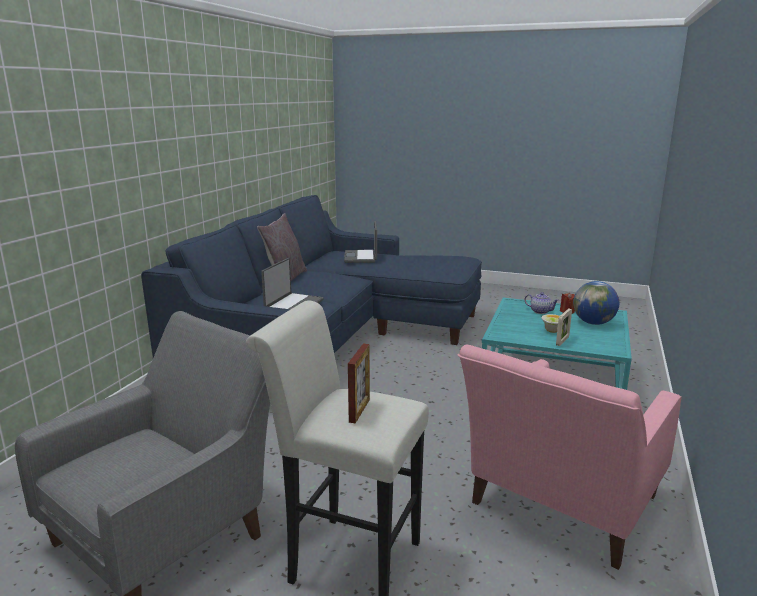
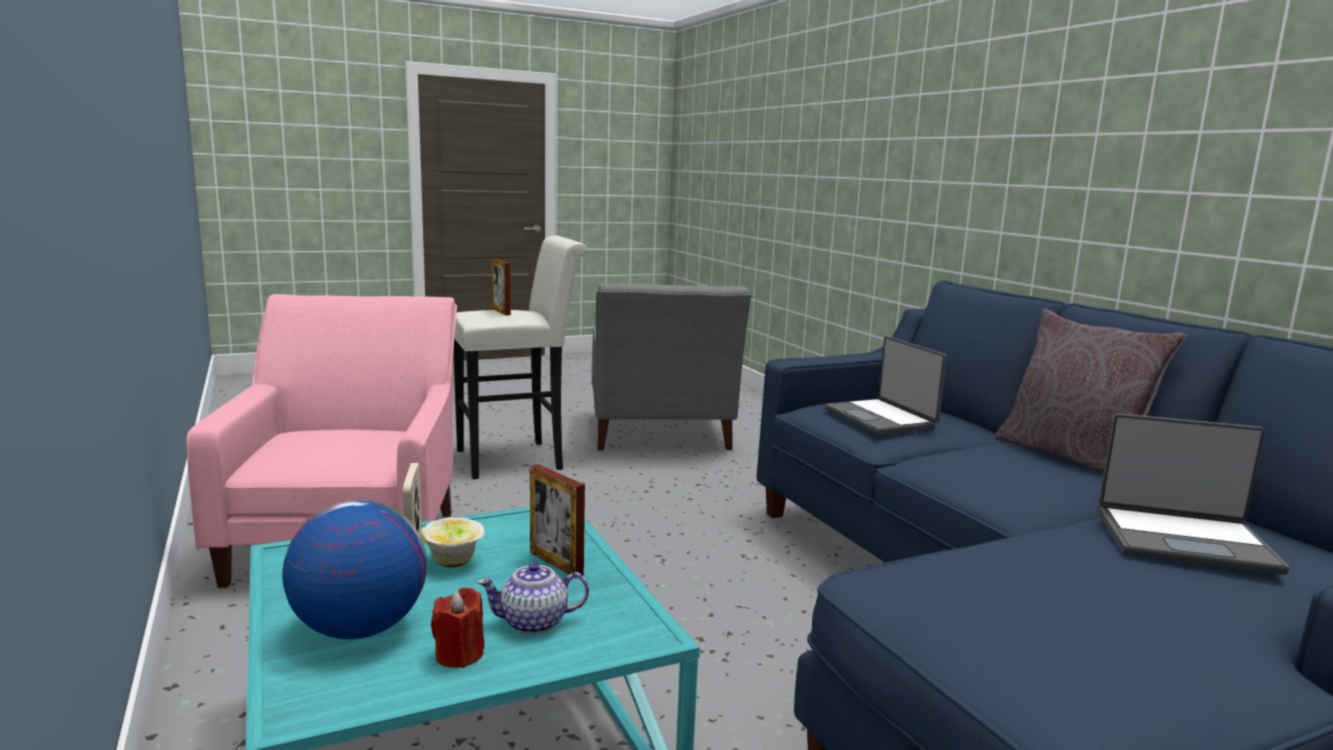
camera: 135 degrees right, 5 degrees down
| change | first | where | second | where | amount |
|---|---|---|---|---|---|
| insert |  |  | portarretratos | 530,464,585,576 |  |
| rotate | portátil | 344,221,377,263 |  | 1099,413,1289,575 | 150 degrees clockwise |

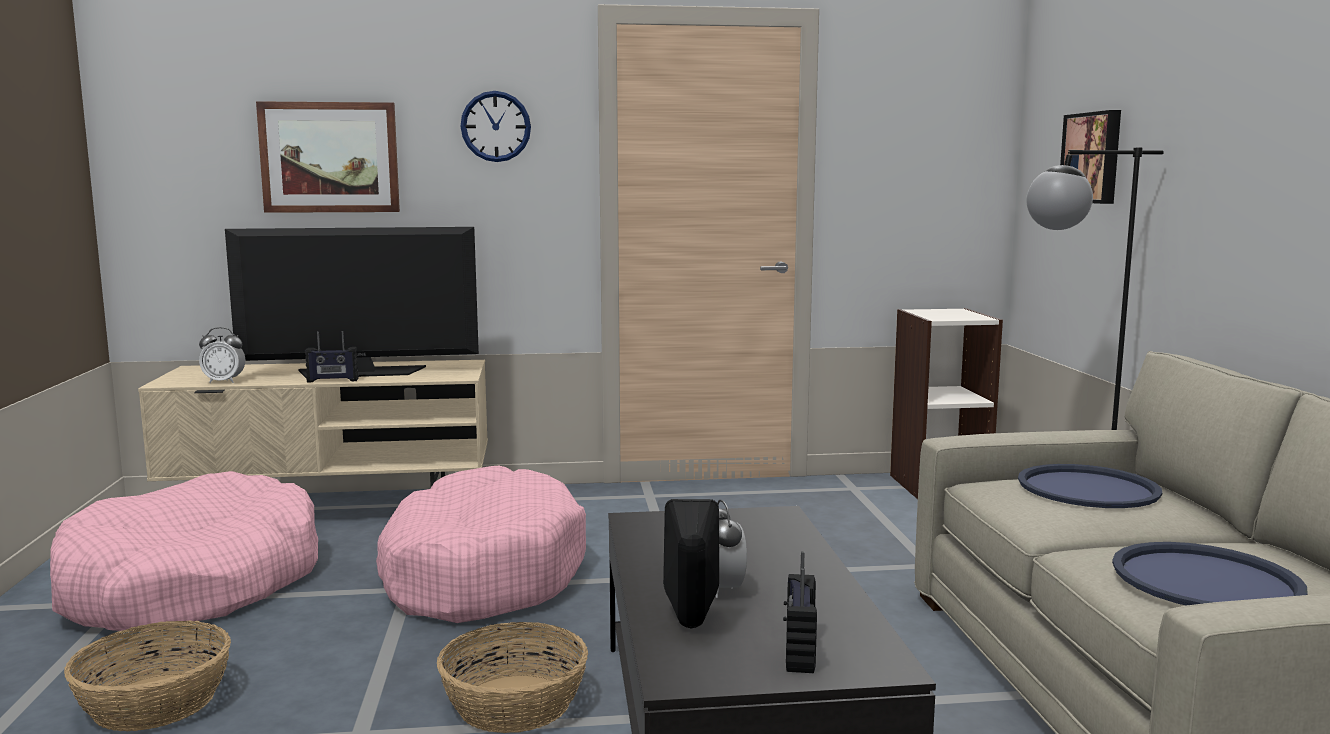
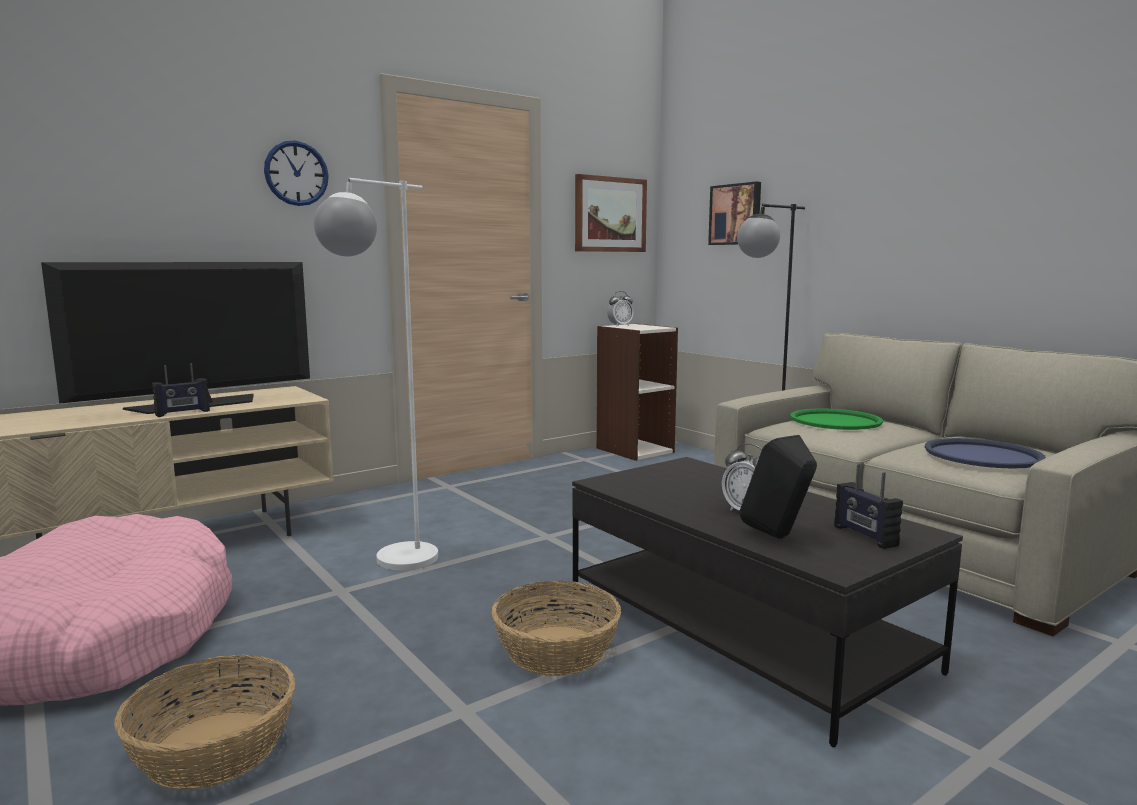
camera: 30 degrees left, 0 degrees up
| change | first | where | second | where | amount |
|---|---|---|---|---|---|
| move | despertador | 199,327,245,383 |  | 607,291,634,327 |  |
| move | cuadro | 256,101,400,213 |  | 575,174,647,252 |  |
| replace | cama para perro [rosa] | 376,466,586,623 | lámpara de pie [blanco] | 314,178,438,571 |  |
| recolor | bandeja [azul] | 1018,464,1162,508 | bandeja [verde] | 790,409,883,430 |  |

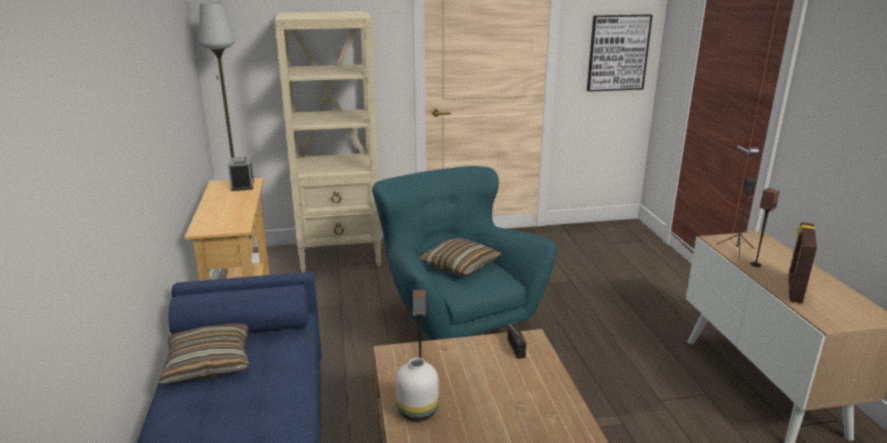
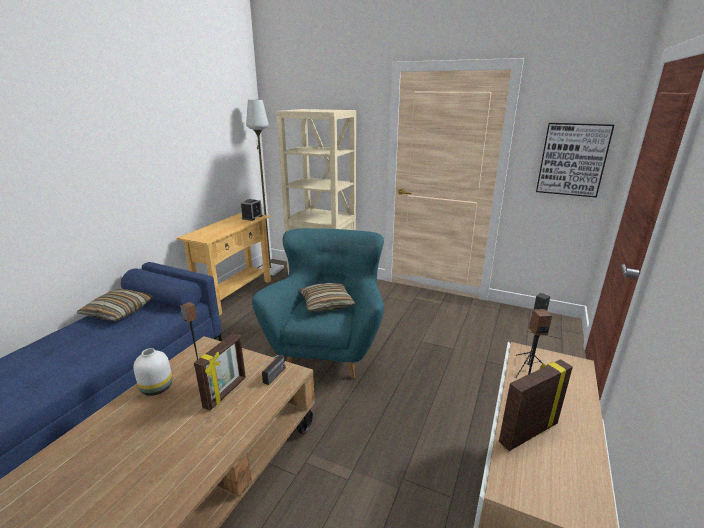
camera: 35 degrees right, 0 degrees up
| change | first | where | second | where | amount |
|---|---|---|---|---|---|
| insert |  |  | portarretratos | 194,333,246,411 |  |

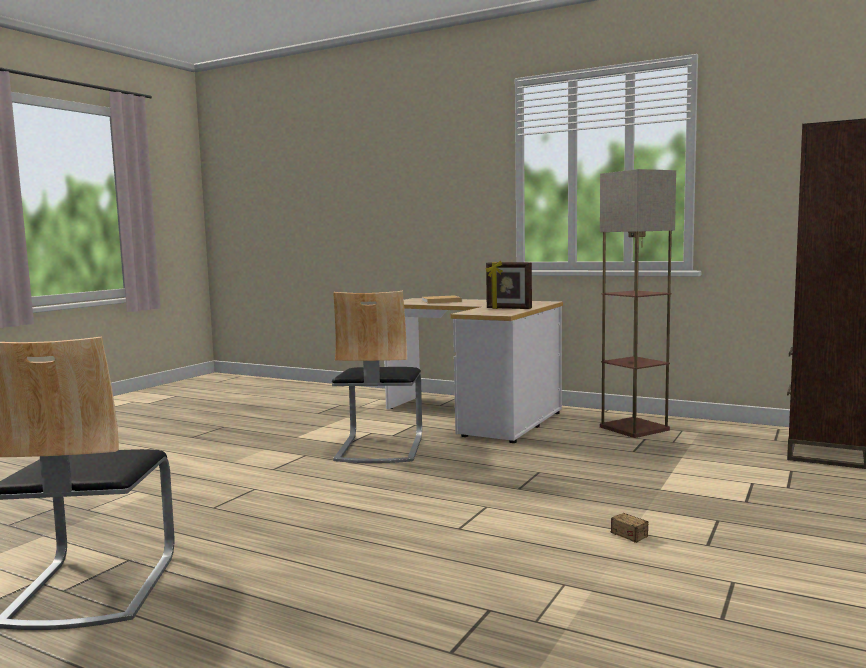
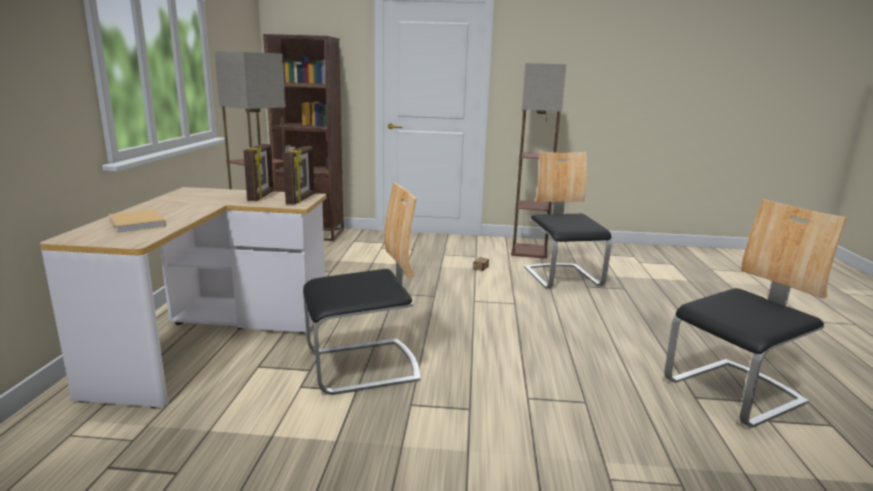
camera: 115 degrees left, 10 degrees up
| change | first | where | second | where | amount |
|---|---|---|---|---|---|
| insert |  |  | portarretratos | 283,146,315,204 |  |
| insert |  |  | lámpara de pie | 511,63,566,259 |  |
| insert |  |  | silla | 524,152,612,288 |  |

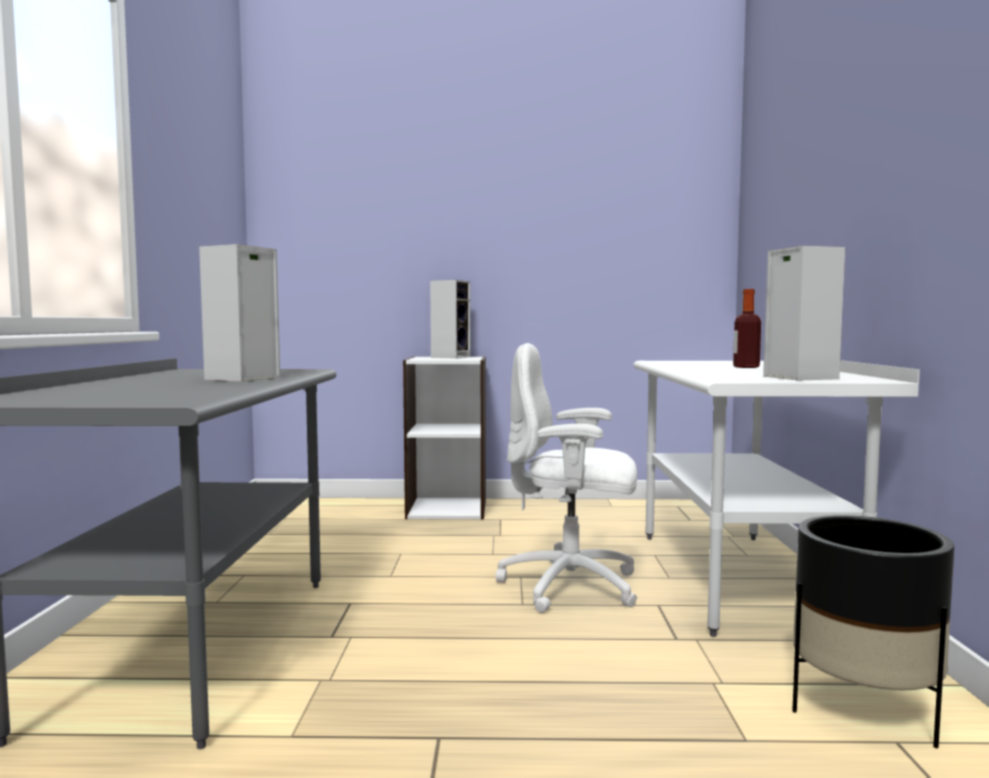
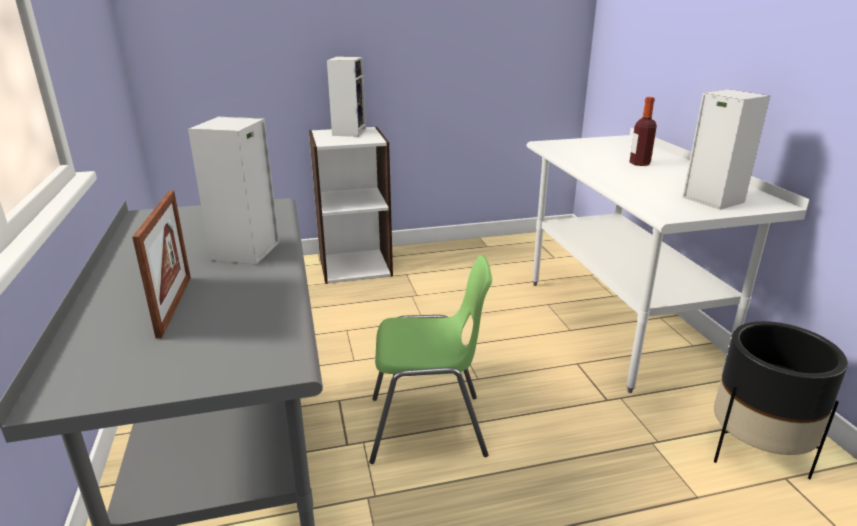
camera: 15 degrees left, 20 degrees up
| change | first | where | second | where | amount |
|---|---|---|---|---|---|
| delete | silla de oficina [blanco] | 495,343,637,613 |  |  |  |
| insert |  |  | portarretratos | 132,191,191,339 |  |
| insert |  |  | silla [verde] | 369,255,492,464 |  |

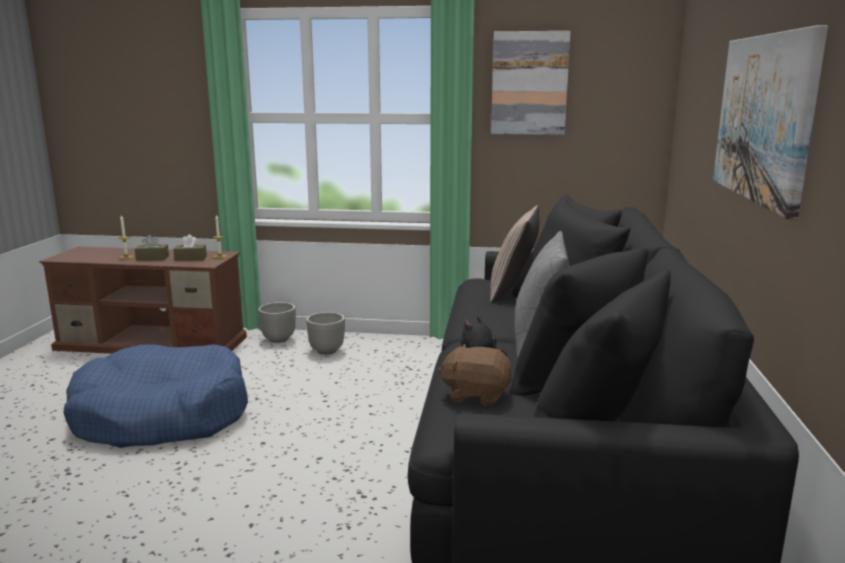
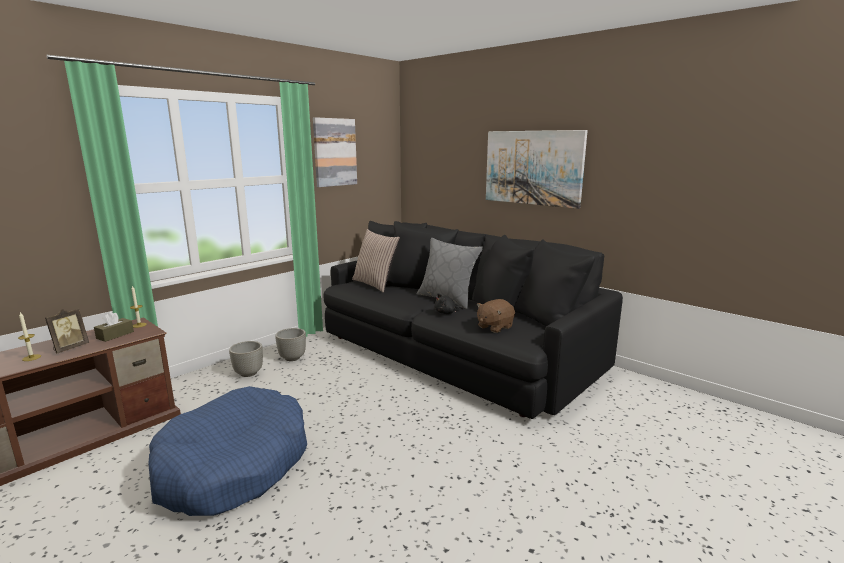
camera: 55 degrees left, 0 degrees up
| change | first | where | second | where | amount |
|---|---|---|---|---|---|
| move | maceta [gris] | 258,302,296,343 |  | 275,328,306,361 |  |
| replace | caja de pañuelos [marrón] | 135,235,169,261 | portarretratos | 45,309,89,353 |  |

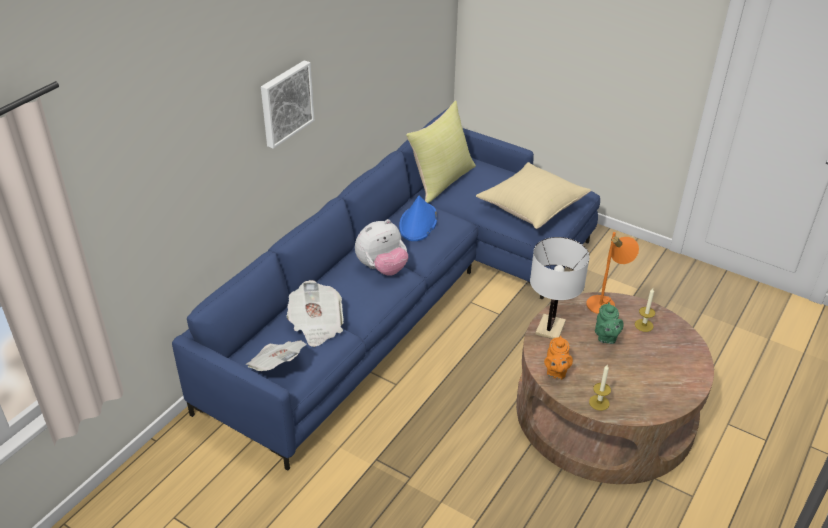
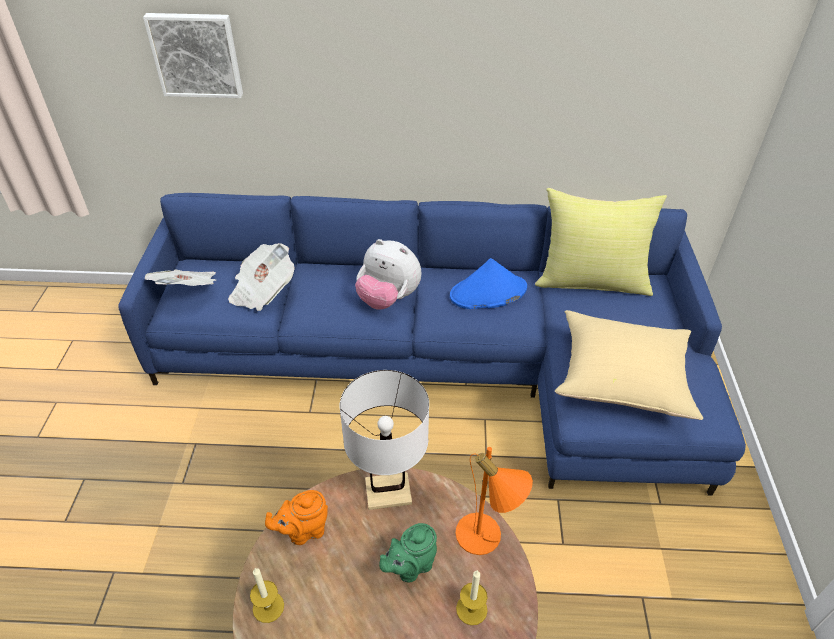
camera: 60 degrees right, 5 degrees up
| change | first | where | second | where | amount |
|---|---|---|---|---|---|
| move | cuadro | 261,60,314,149 |  | 143,13,243,98 |  |

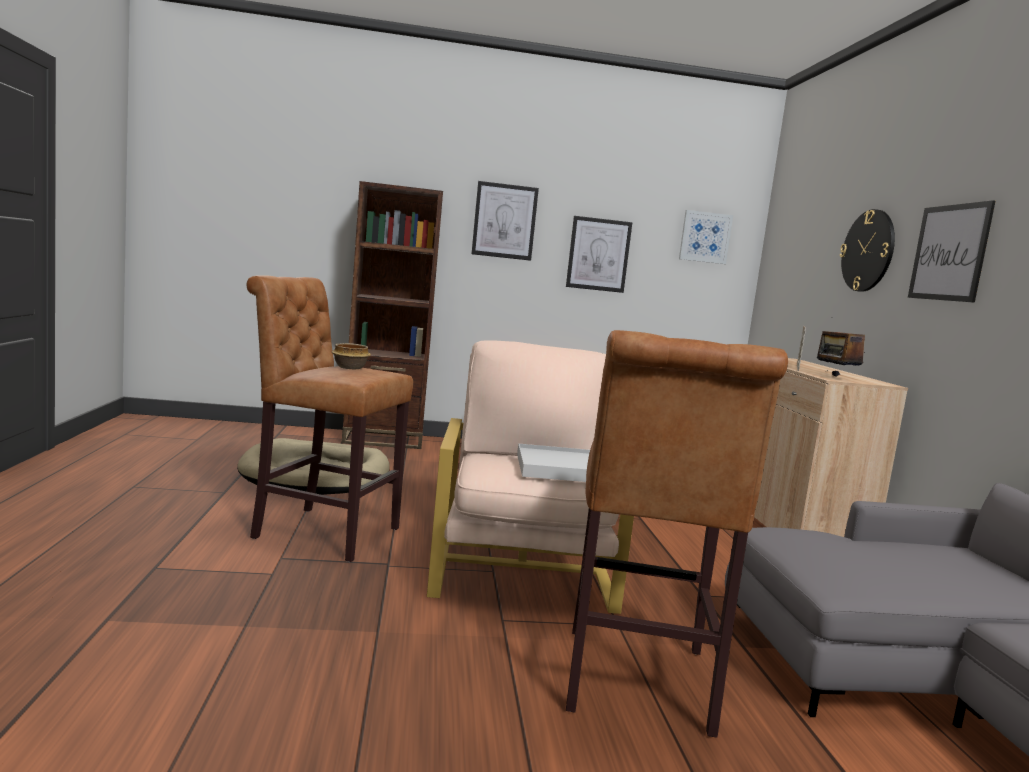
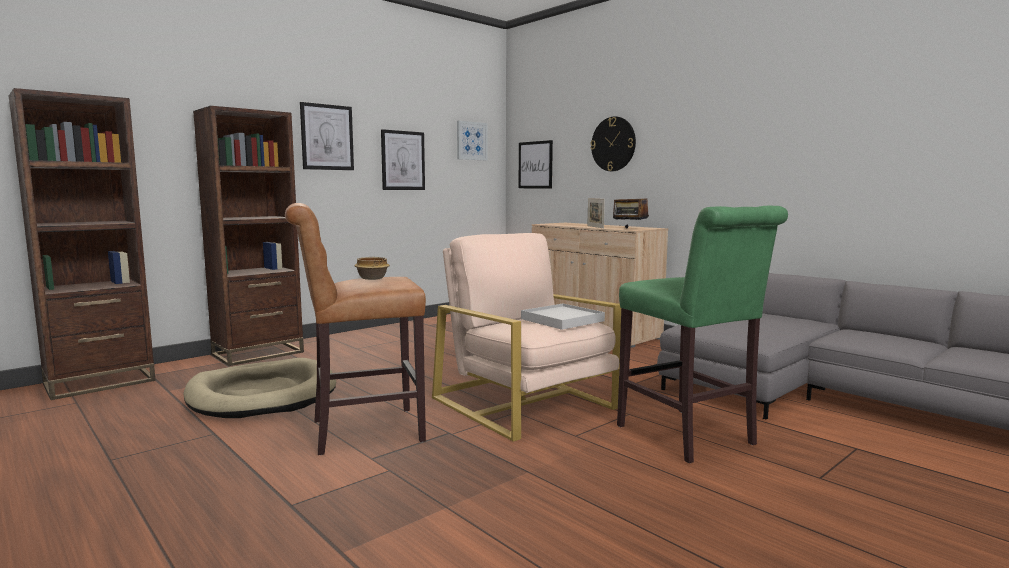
camera: 35 degrees left, 0 degrees up
| change | first | where | second | where | amount |
|---|---|---|---|---|---|
| insert |  |  | estantería [marrón] | 9,88,156,400 |  |
| move | cuadro | 908,200,996,303 |  | 519,140,553,189 |  |
| recolor | taburete [marrón] | 566,330,788,738 | taburete [verde] | 617,206,788,463 |  |

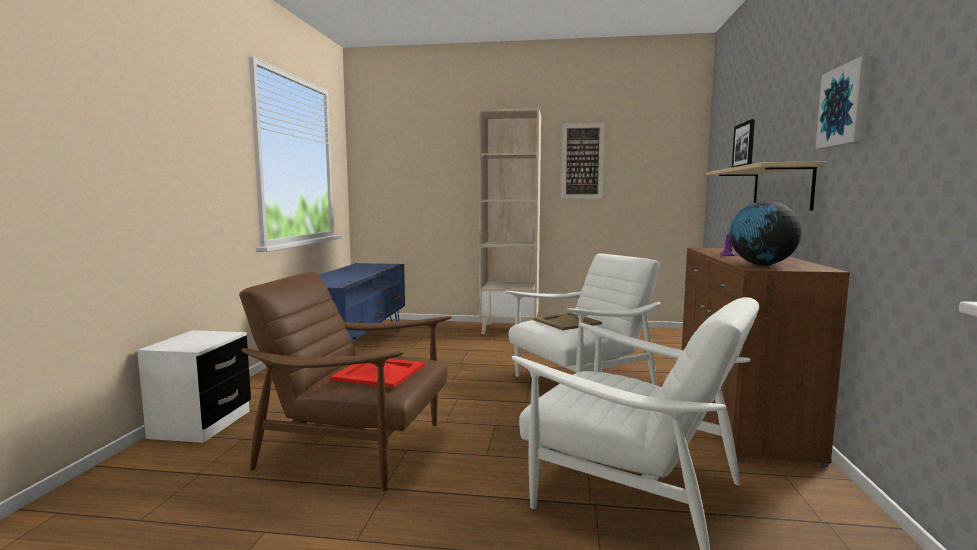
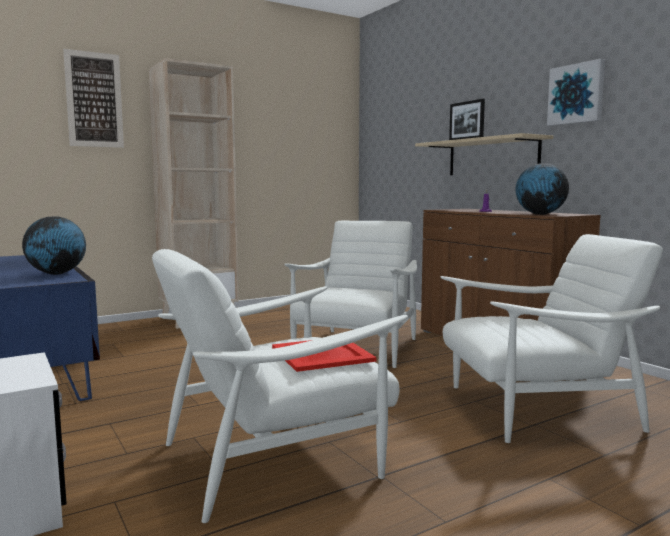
camera: 40 degrees left, 0 degrees up
| change | first | where | second | where | amount |
|---|---|---|---|---|---|
| delete | bandeja [beis] | 533,313,602,330 |  |  |  |
| insert |  |  | globo terráqueo | 22,217,86,275 |  |
| move | cuadro | 561,123,605,199 |  | 63,49,124,148 |  |
| recolor | sillón [marrón] | 239,272,452,491 | sillón [blanco] | 152,249,408,523 |  |

